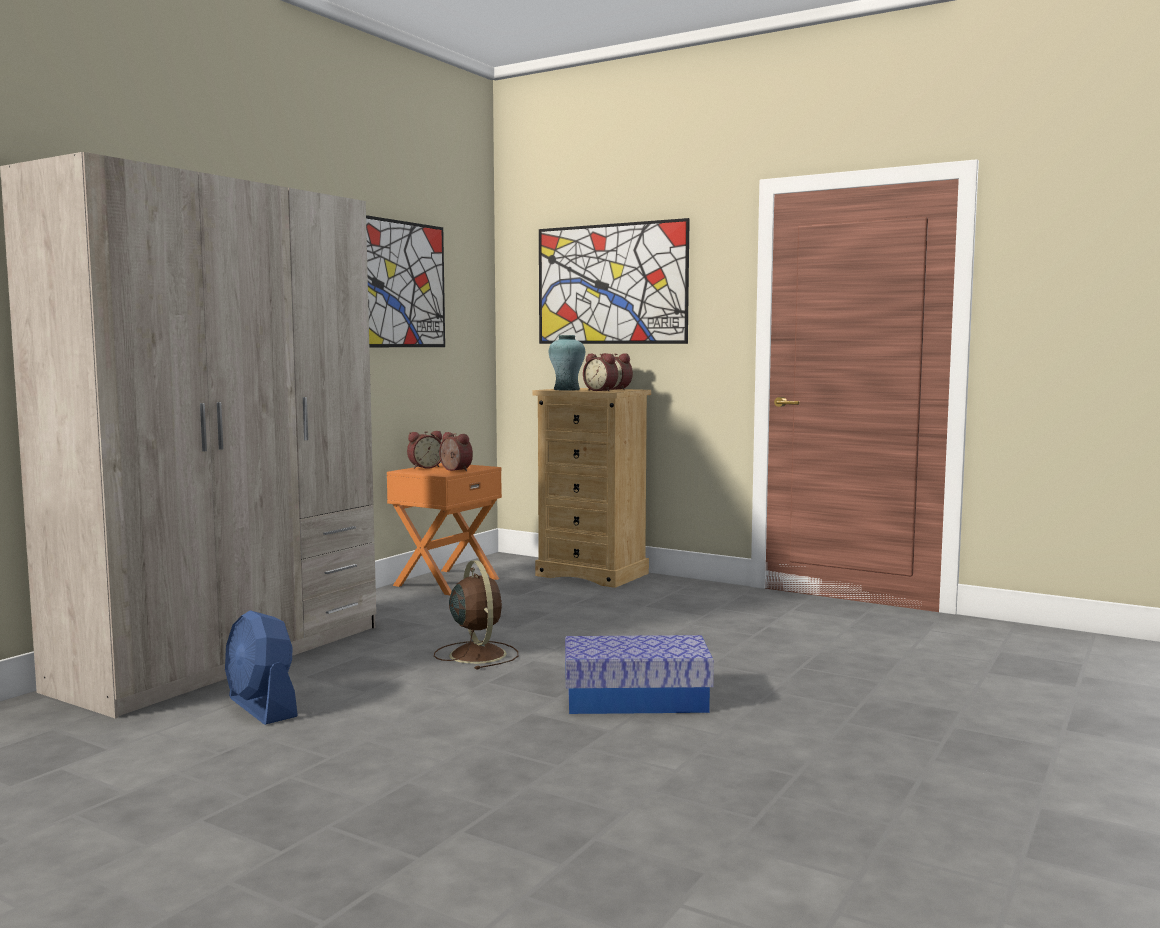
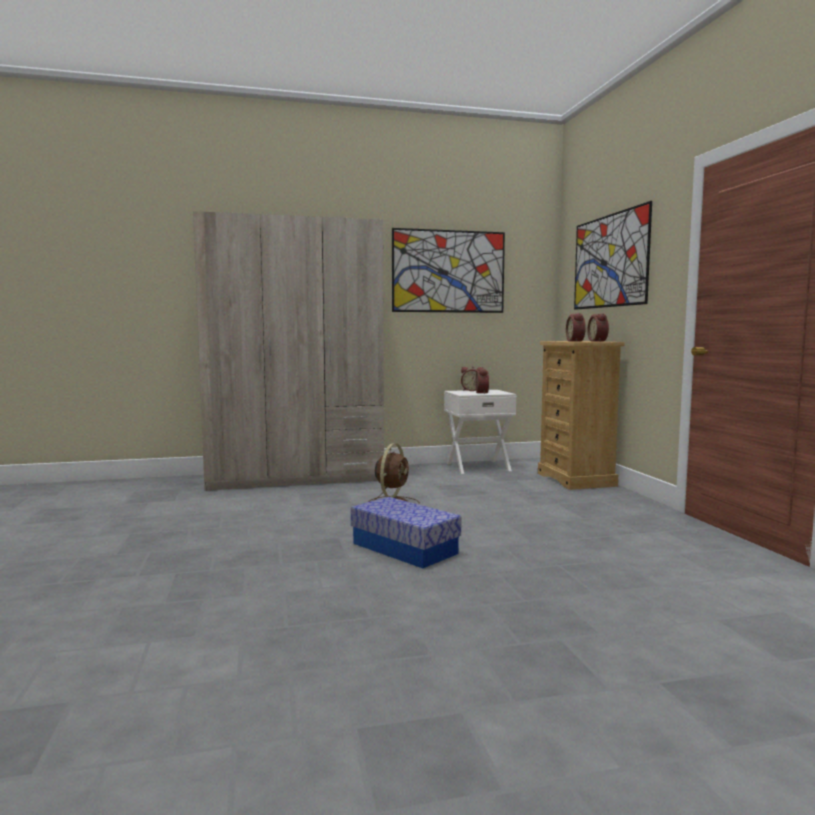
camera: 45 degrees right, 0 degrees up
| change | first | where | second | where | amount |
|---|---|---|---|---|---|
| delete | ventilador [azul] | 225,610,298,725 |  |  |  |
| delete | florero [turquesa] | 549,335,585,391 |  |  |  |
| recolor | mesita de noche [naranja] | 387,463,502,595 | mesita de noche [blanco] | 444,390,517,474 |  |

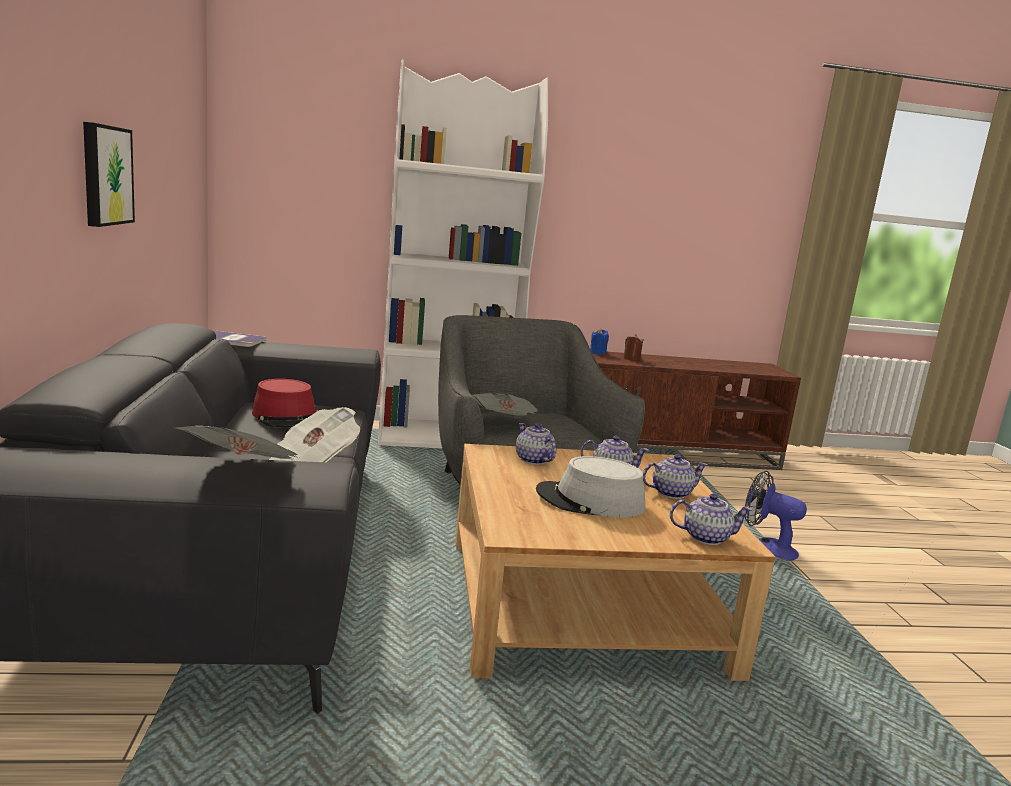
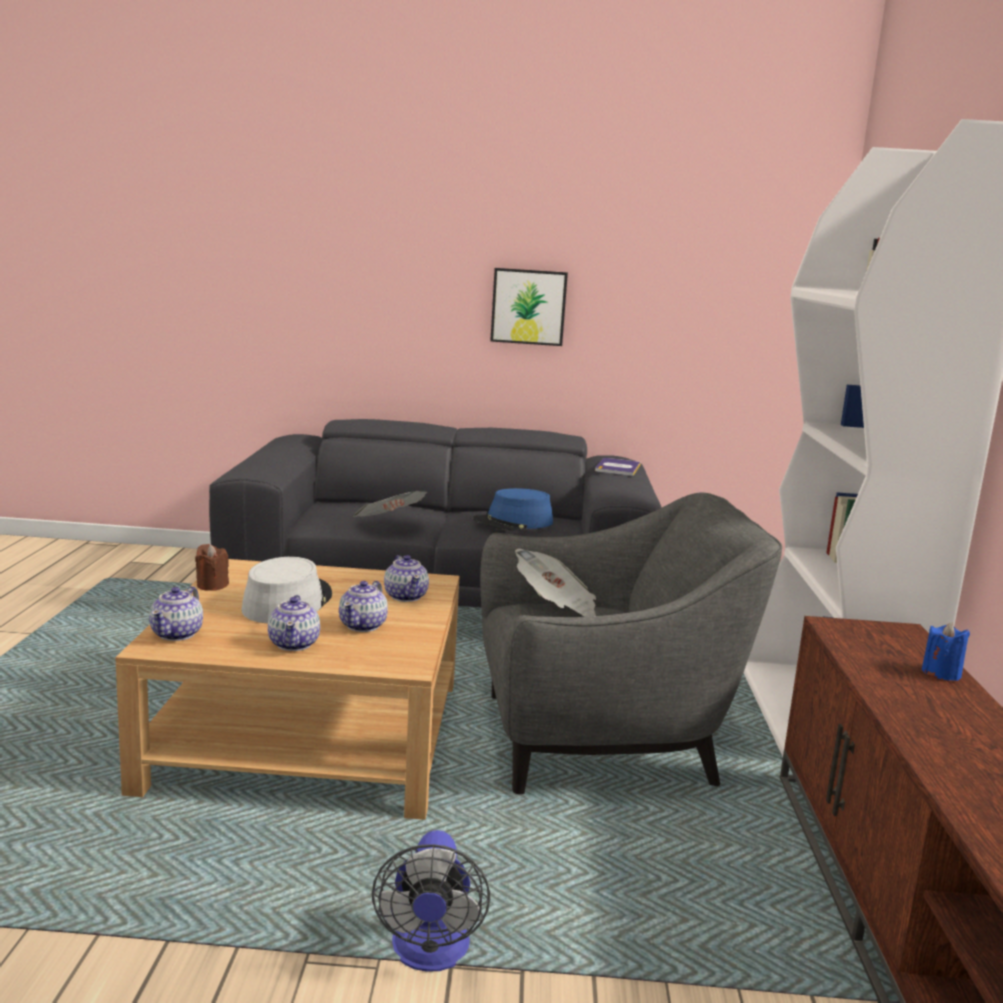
camera: 100 degrees right, 0 degrees up
| change | first | where | second | where | amount |
|---|---|---|---|---|---|
| delete | periódico | 176,426,299,459 |  |  |  |
| move | vela [marrón] | 623,334,644,361 |  | 195,544,229,591 |  |
| recolor | sombrero [rojo] | 252,379,318,427 | sombrero [azul] | 473,488,553,531 |  |
| rotate | tetera | 516,423,557,465 |  | 384,555,429,602 | 90 degrees clockwise |
| rotate | ventilador | 745,470,807,561 |  | 372,830,490,972 | 135 degrees clockwise |

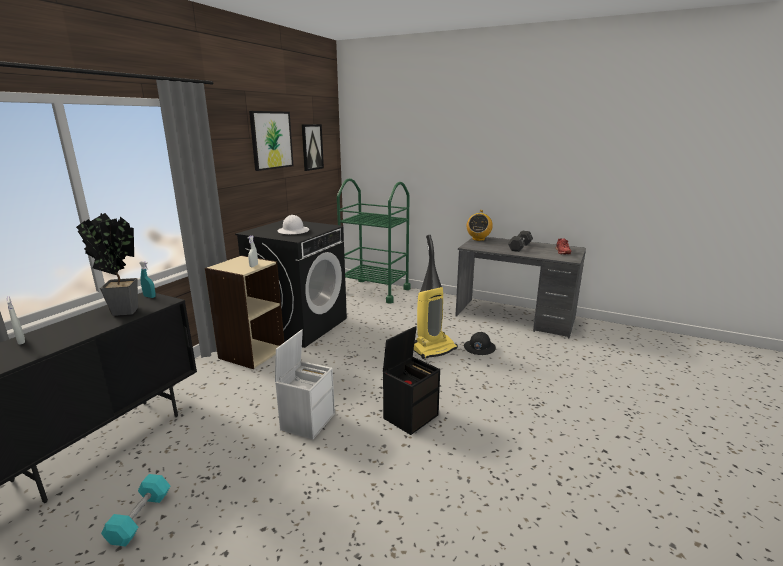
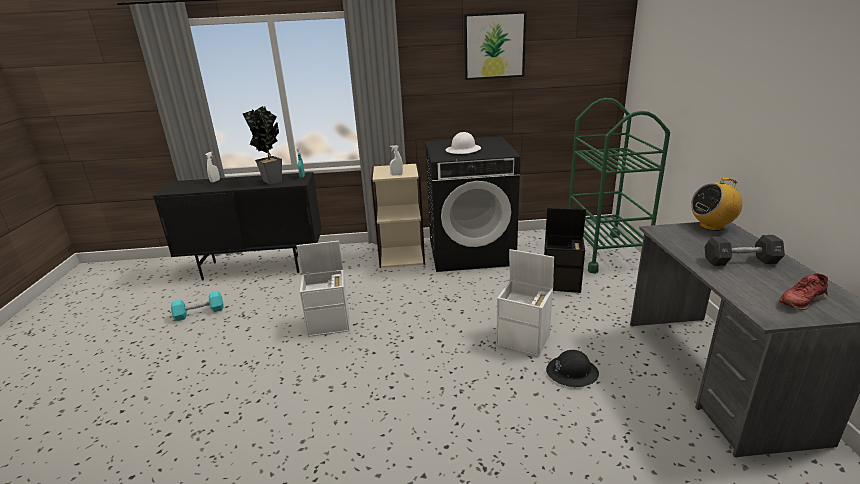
camera: 60 degrees right, 5 degrees up
| change | first | where | second | where | amount |
|---|---|---|---|---|---|
| delete | cuadro | 301,124,324,171 |  |  |  |
| move | caja de almacenaje [negro] | 383,326,440,435 |  | 544,208,586,293 |  |
| replace | aspiradora | 413,235,458,359 | caja de almacenaje [blanco] | 496,249,554,356 |  |

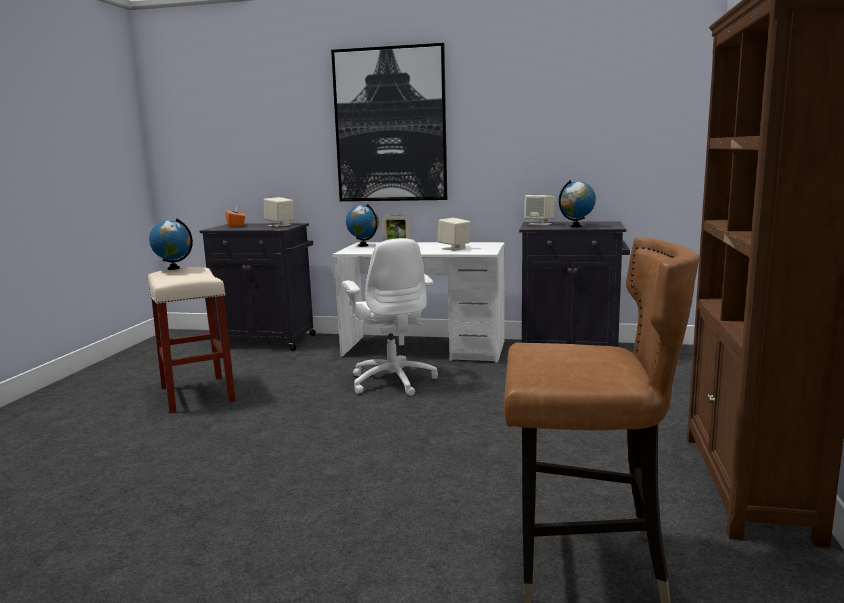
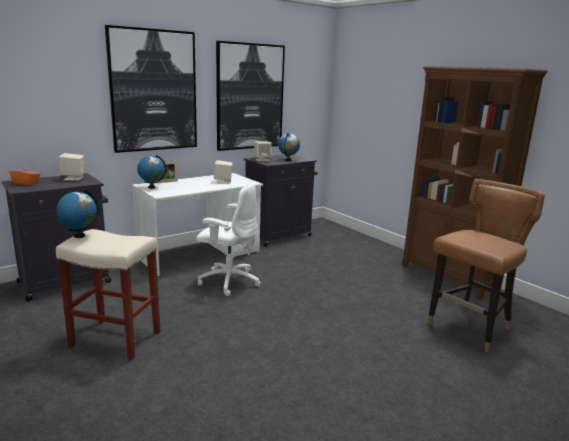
camera: 50 degrees left, 5 degrees up
| change | first | where | second | where | amount |
|---|---|---|---|---|---|
| insert |  |  | cuadro | 216,41,285,151 |  |

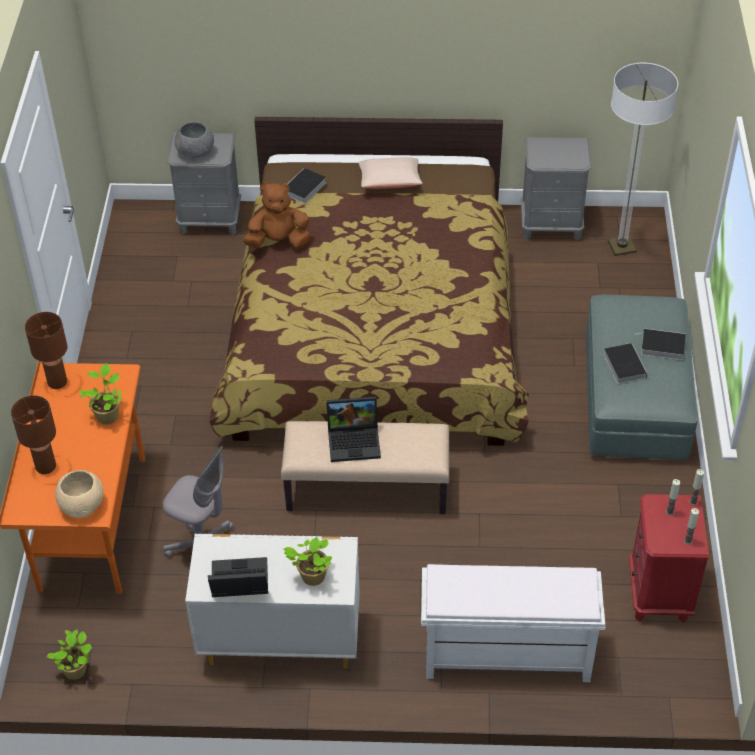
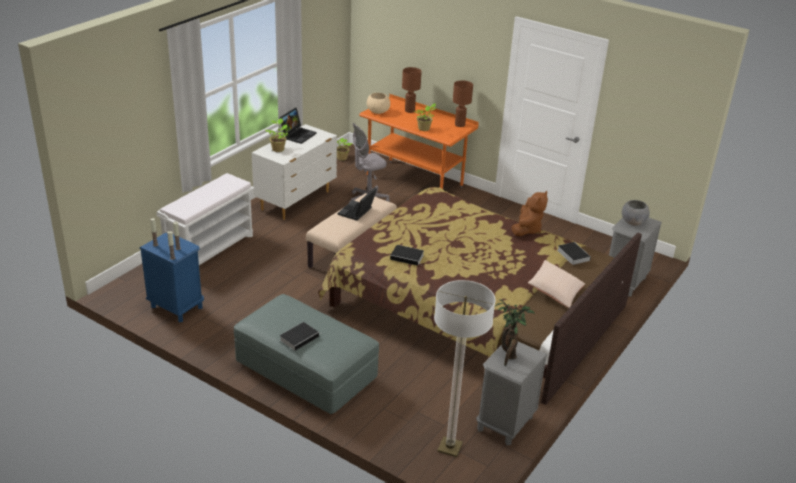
camera: 120 degrees right, 15 degrees down
| change | first | where | second | where | amount |
|---|---|---|---|---|---|
| insert |  |  | planta en maceta | 495,299,535,366 |  |
| move | libro | 603,343,647,384 |  | 390,245,424,266 |  |
| recolor | mesita de noche [rojo] | 629,494,709,623 | mesita de noche [azul] | 139,233,204,322 |  |

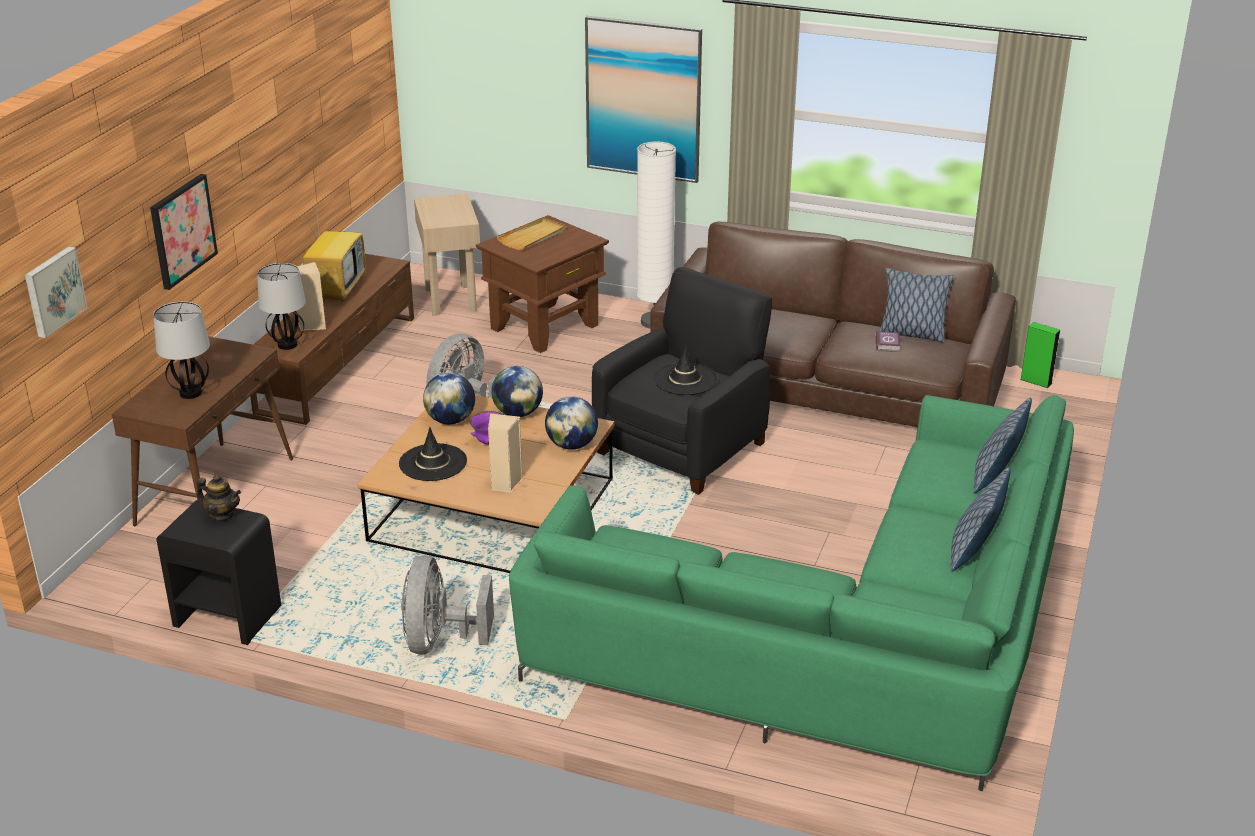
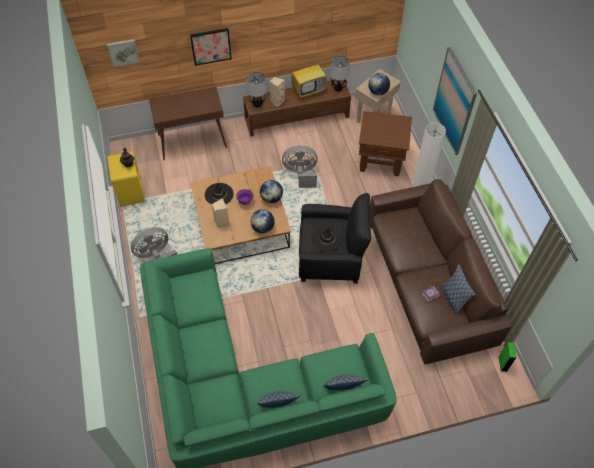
camera: 55 degrees right, 25 degrees up
| change | first | where | second | where | amount |
|---|---|---|---|---|---|
| delete | bandeja [beis] | 497,217,567,250 |  |  |  |
| move | lámpara de mesa | 153,302,210,399 |  | 330,56,350,91 |  |
| move | globo terráqueo | 423,373,475,424 |  | 368,73,390,95 |  |
| recolor | mesita de noche [negro] | 156,500,281,645 | mesita de noche [amarillo] | 107,151,145,207 |  |

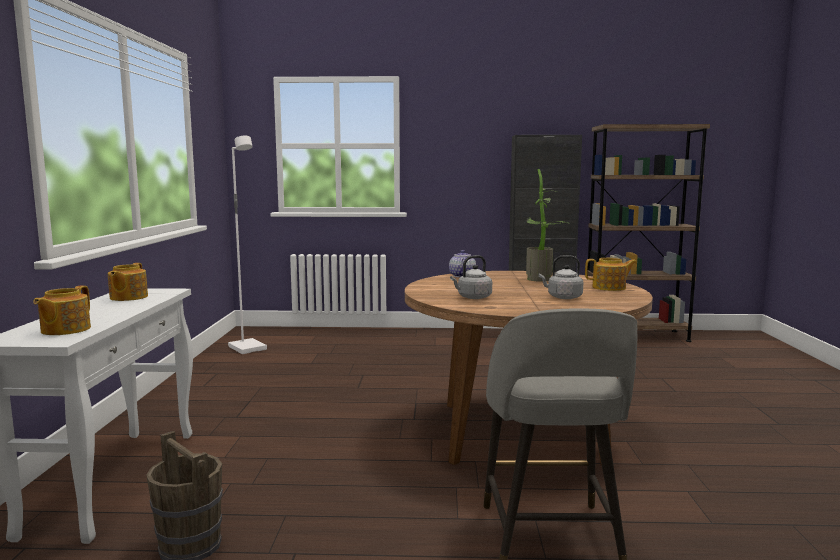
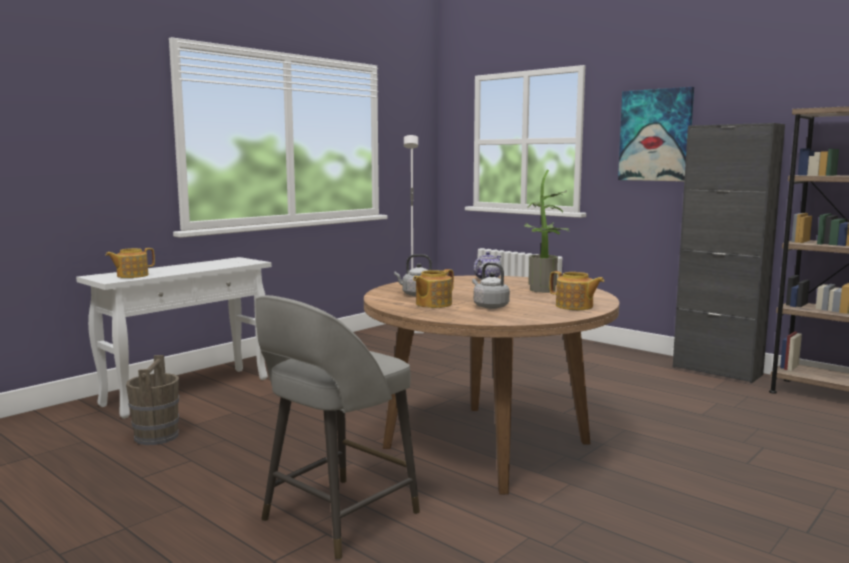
camera: 40 degrees right, 0 degrees up
| change | first | where | second | where | amount |
|---|---|---|---|---|---|
| insert |  |  | cuadro | 618,87,694,182 |  |
| move | tetera | 108,263,148,301 |  | 413,269,454,308 |  |

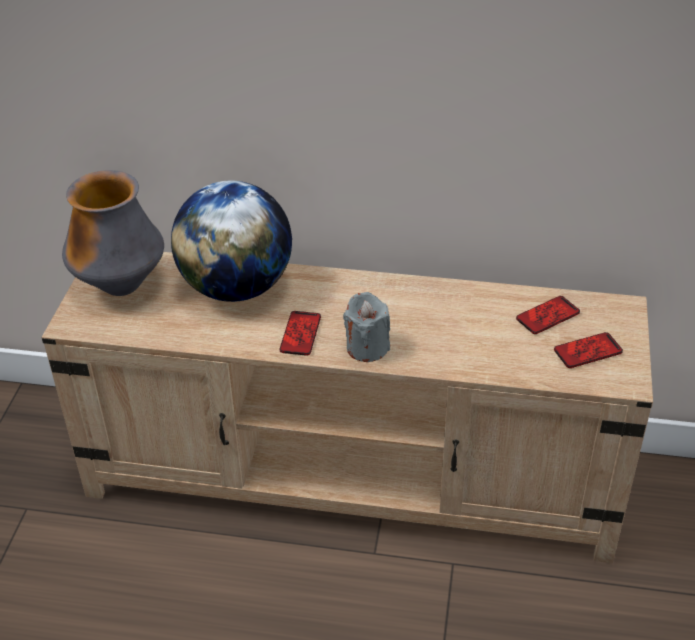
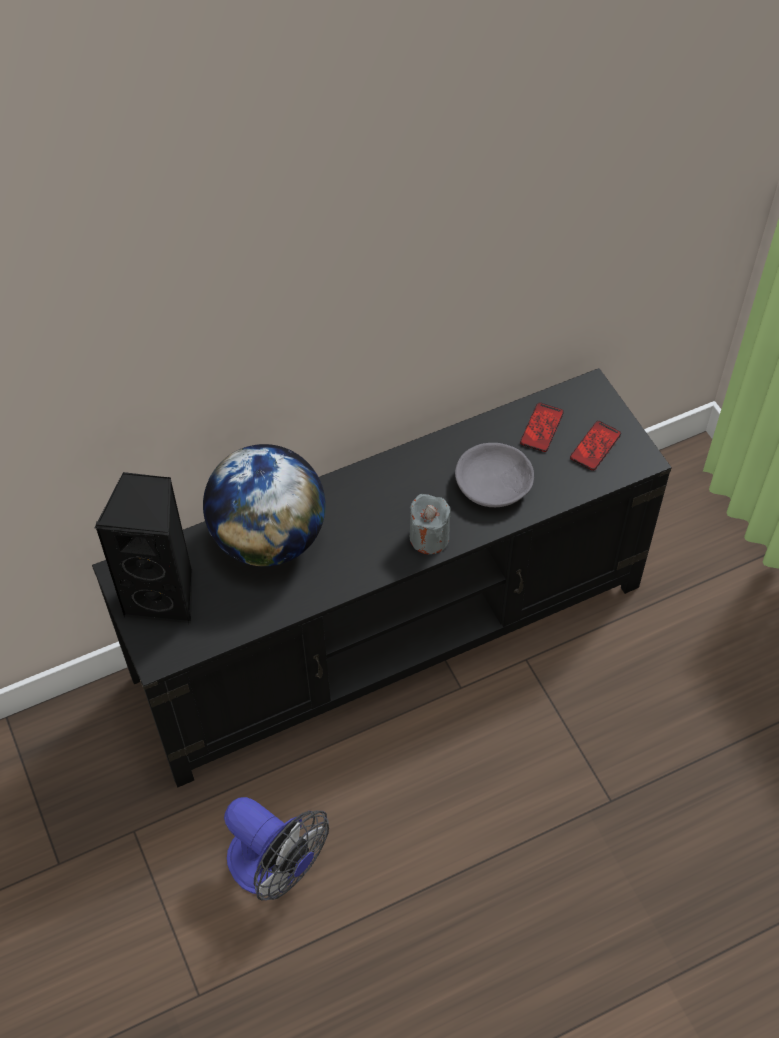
camera: 35 degrees left, 15 degrees up
| change | first | where | second | where | amount |
|---|---|---|---|---|---|
| delete | móvil | 280,311,321,356 |  |  |  |
| insert |  |  | ventilador | 224,797,329,901 |  |
| insert |  |  | cuenco [gris] | 455,443,534,507 |  |
| replace | florero | 62,170,164,296 | altavoz [negro] | 94,472,192,623 |  |
| recolor | mueble de televisión [beis] | 42,252,653,563 | mueble de televisión [negro] | 92,368,672,788 |  |

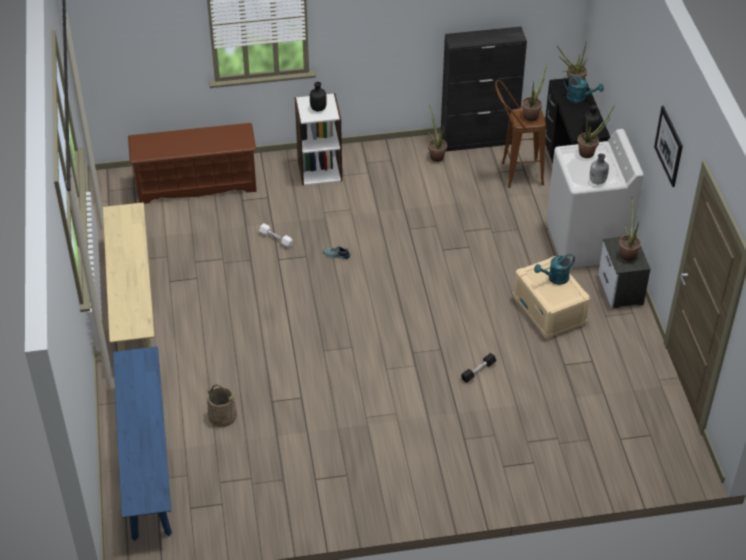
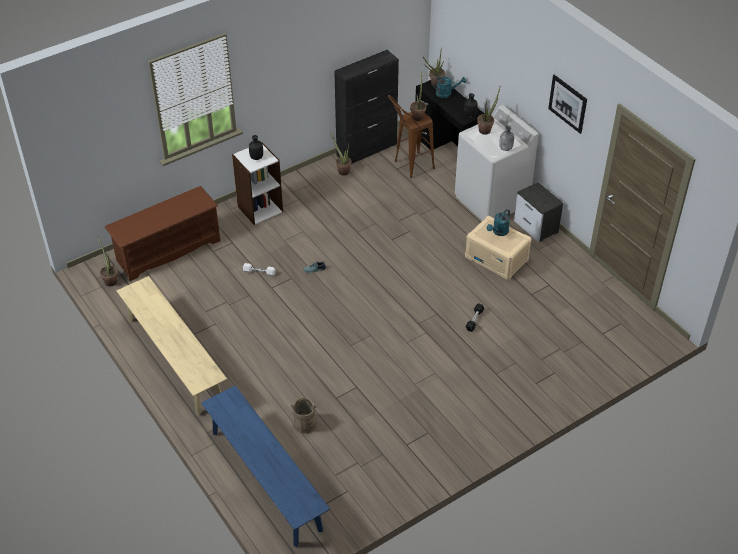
camera: 25 degrees left, 0 degrees up
| change | first | where | second | where | amount |
|---|---|---|---|---|---|
| move | planta en maceta | 619,198,641,261 |  | 98,237,118,287 |  |

